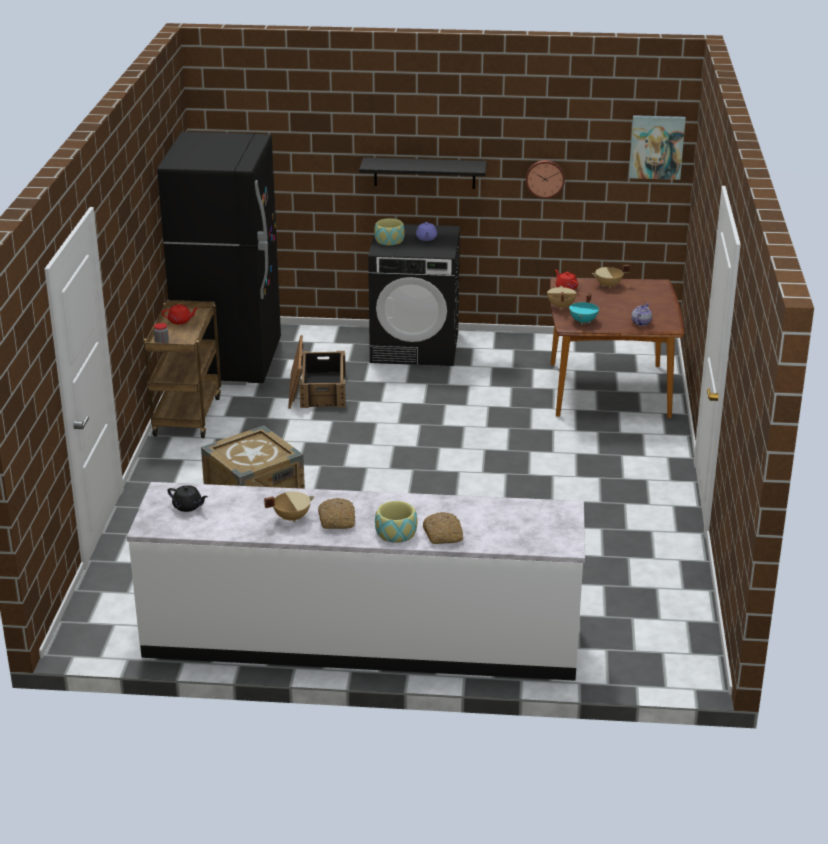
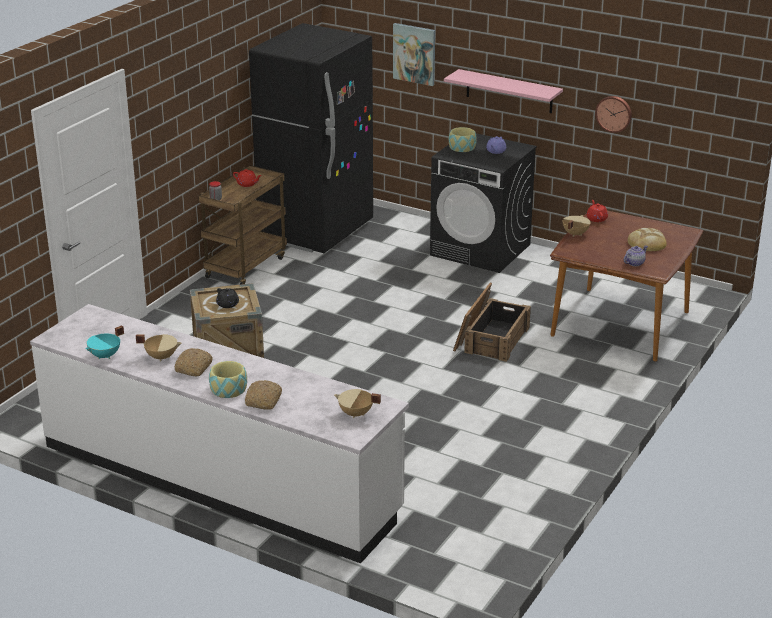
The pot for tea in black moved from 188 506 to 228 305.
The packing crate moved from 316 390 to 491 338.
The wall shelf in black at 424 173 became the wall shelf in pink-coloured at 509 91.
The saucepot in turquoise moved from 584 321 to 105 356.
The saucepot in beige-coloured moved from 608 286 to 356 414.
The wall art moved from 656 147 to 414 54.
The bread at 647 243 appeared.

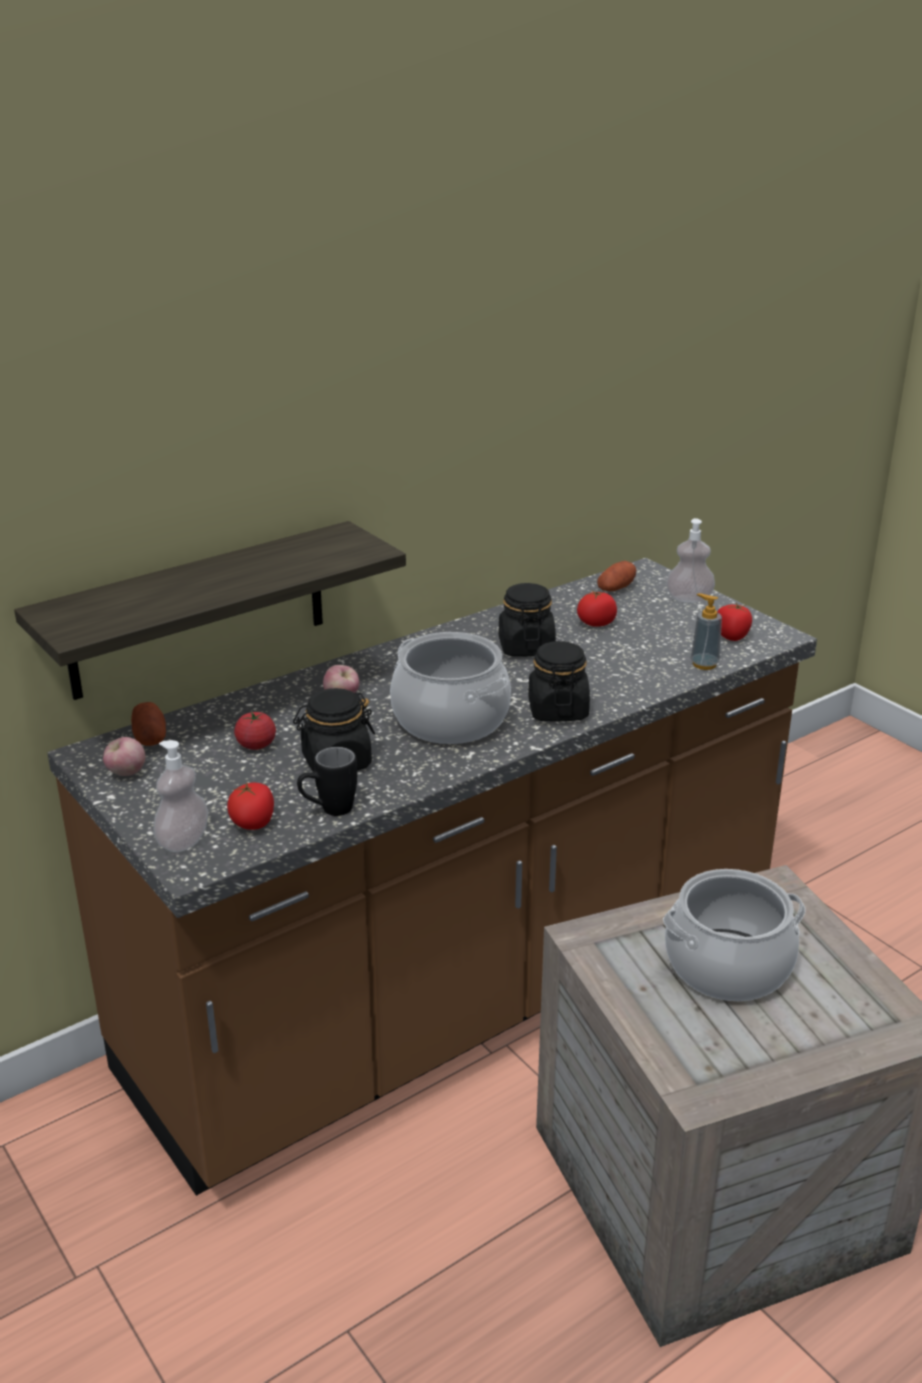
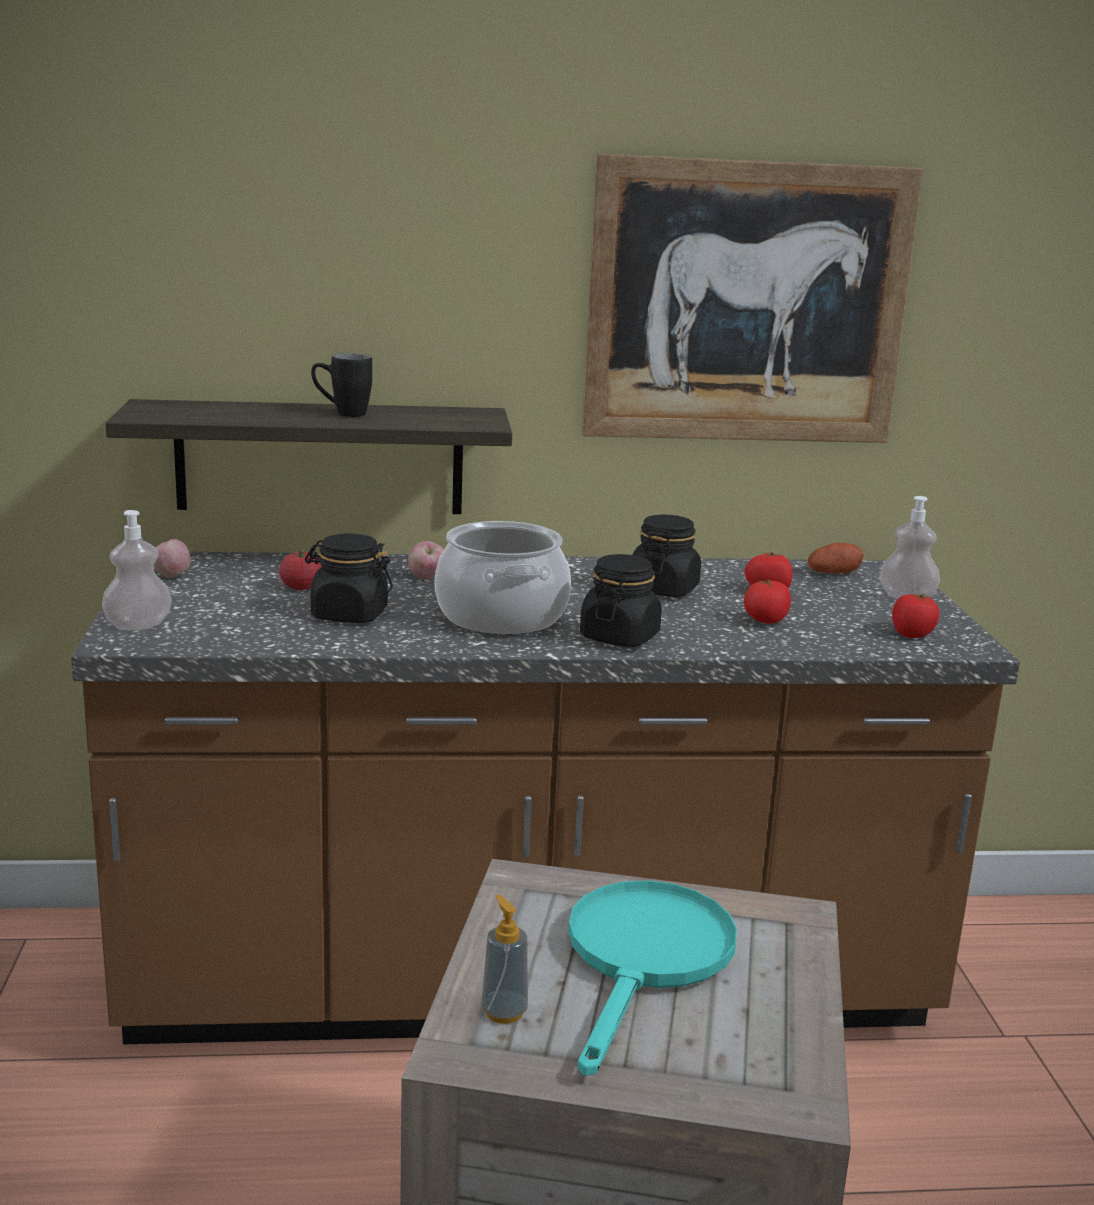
The spud at 150 737 disappeared.
The whole tomato moved from 253 823 to 765 621.
The coffee mug in black moved from 328 811 to 342 413.
The saucepot at 727 965 was replaced by the skillet in turquoise at 645 959.
The soap bottle moved from 704 664 to 504 1012.
The wall art at 746 303 appeared.

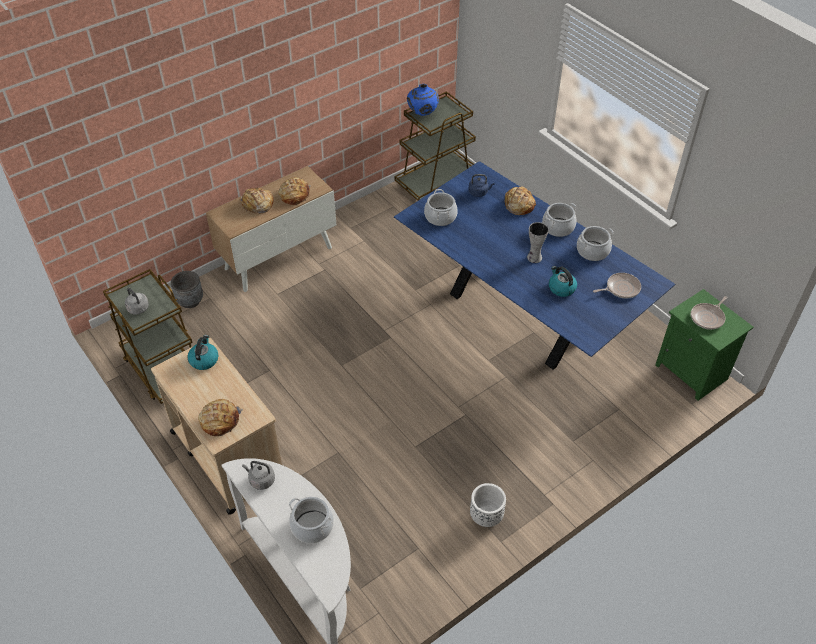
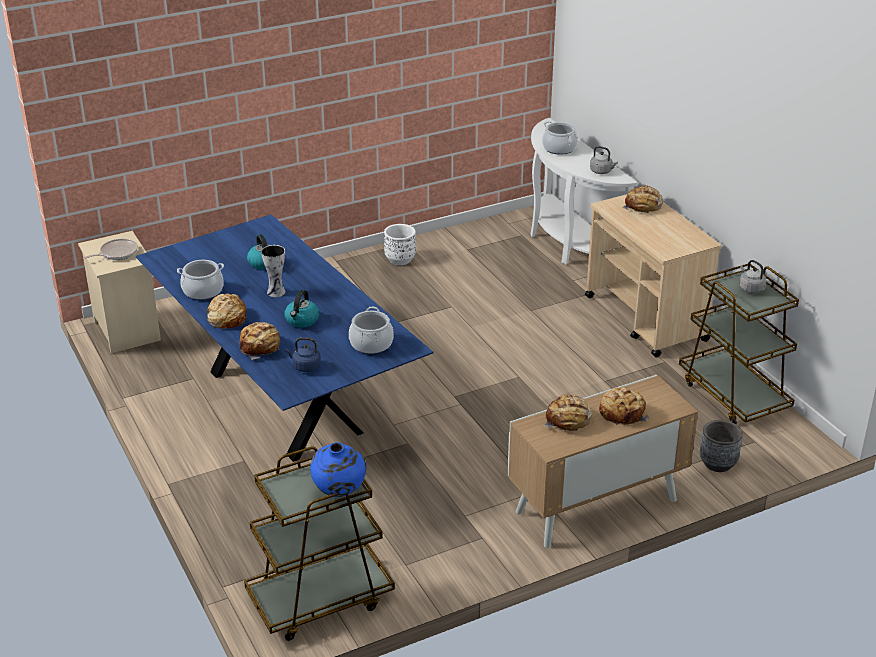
The water kettle moved from 204 360 to 302 320.
The saucepot at 558 227 was replaced by the bread at 226 318.
The skillet at 621 288 disappeared.
The night table in greenish at 692 372 became the night table in beige-coloured at 125 330.

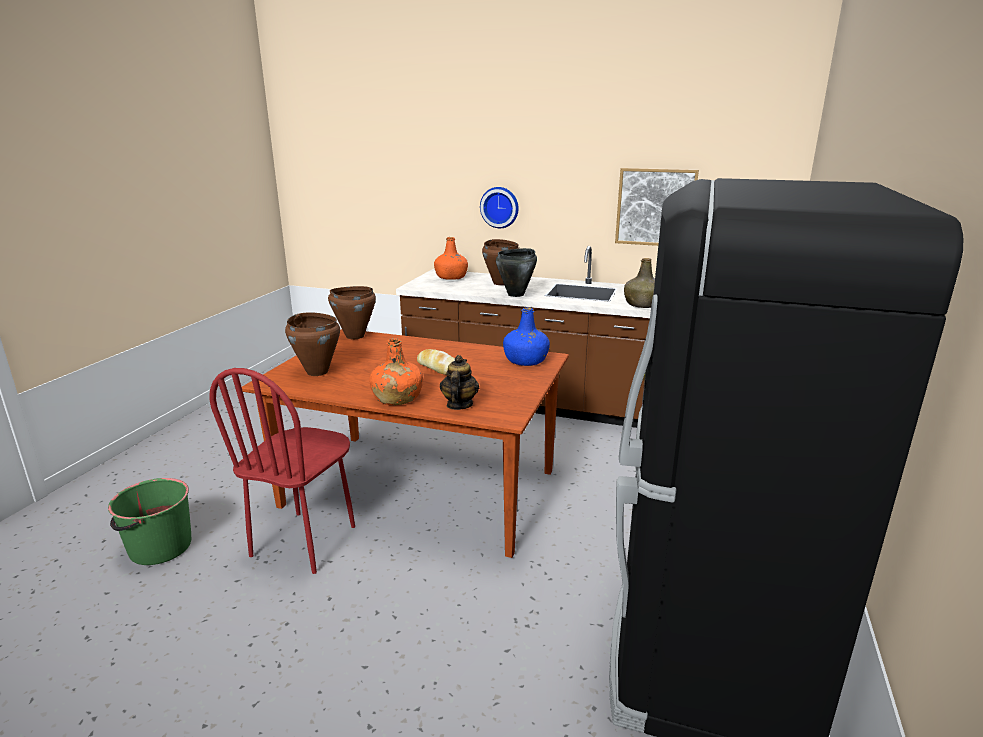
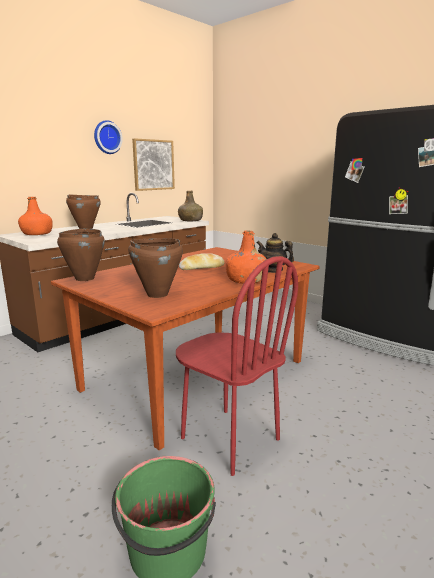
The wall clock moved from 500 207 to 106 137.
The saucepot in black at 516 294 disappeared.
The drink bottle in bluish at 526 360 disappeared.

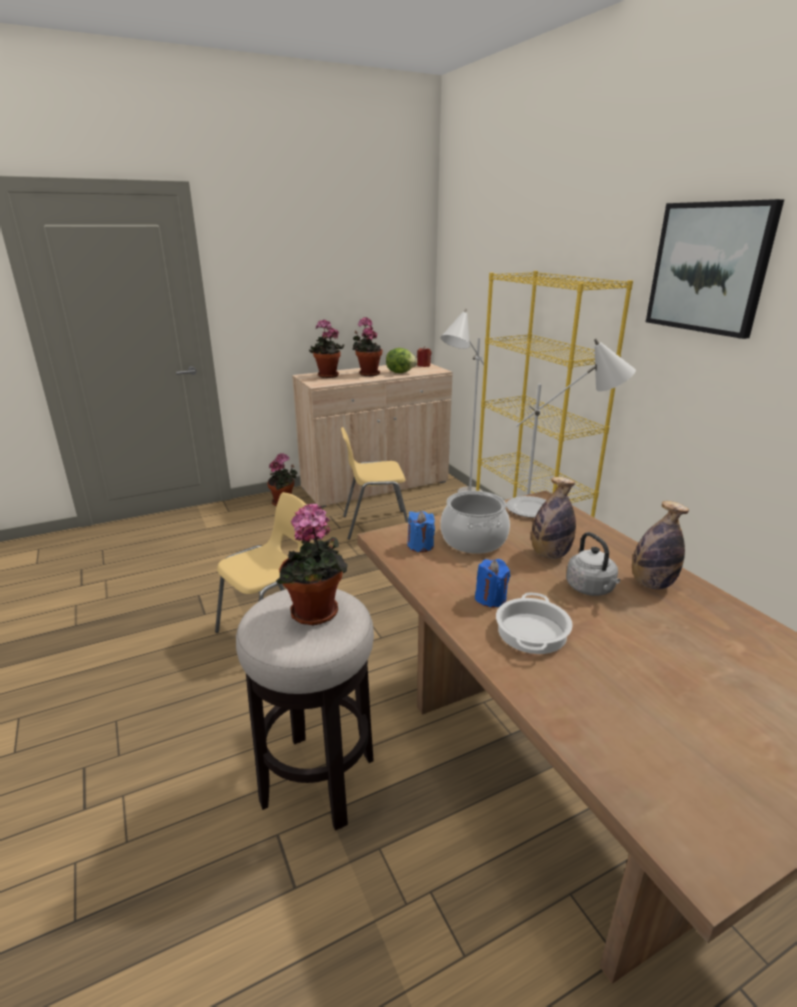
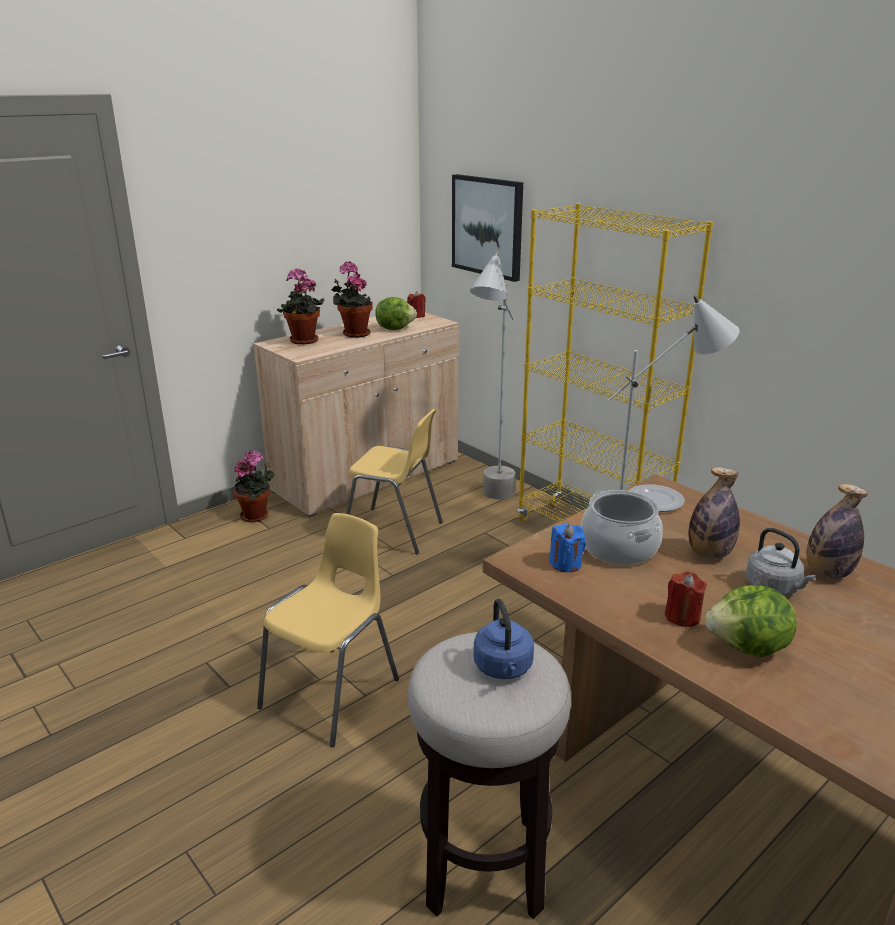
The houseplant at 316 615 was replaced by the water kettle in bluish at 503 669.
The plain chair in yellow-coloured at 375 525 turned 135 degrees counterclockwise.
The candle in bluish at 490 598 became the candle in red at 682 616.
The saucepot at 532 632 was replaced by the lettuce head at 748 648.
The wall art moved from 709 268 to 488 226.

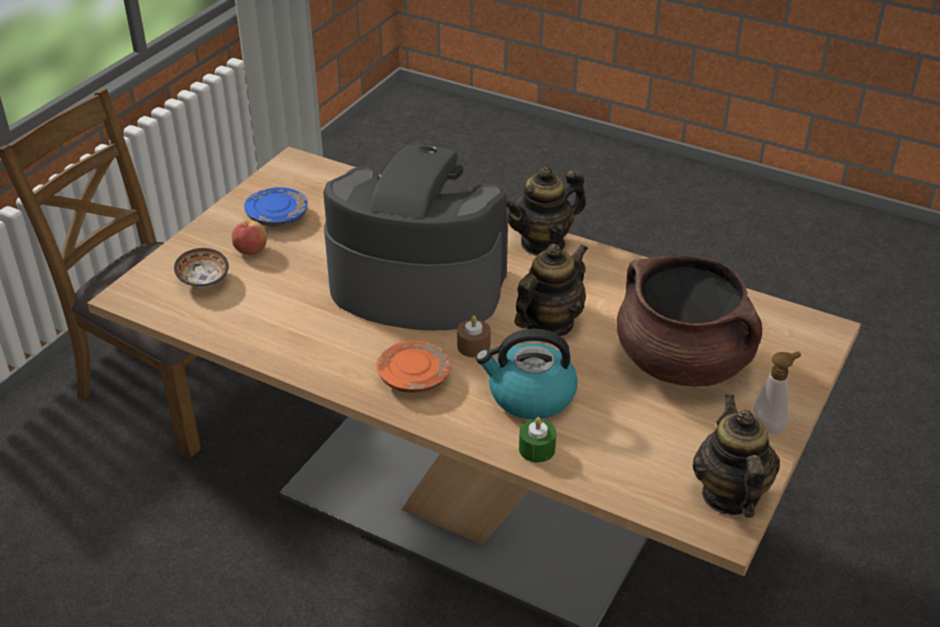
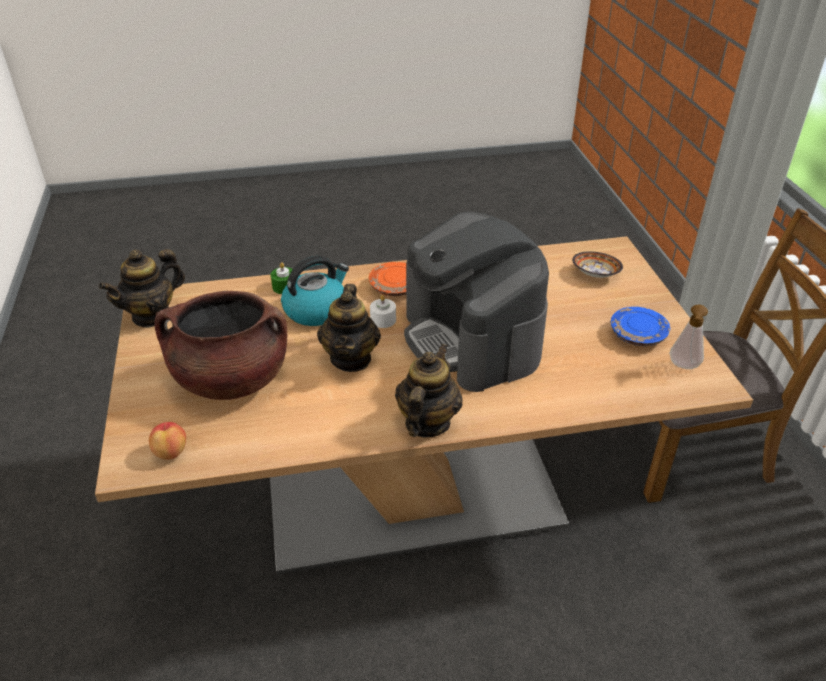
The whole apple moved from 251 251 to 171 452.
The coffee machine at 416 284 turned 90 degrees clockwise.
The candle in brown at 473 346 became the candle in white at 383 320.
The pot for tea at 729 495 turned 90 degrees clockwise.
The soap bottle moved from 770 425 to 683 366.

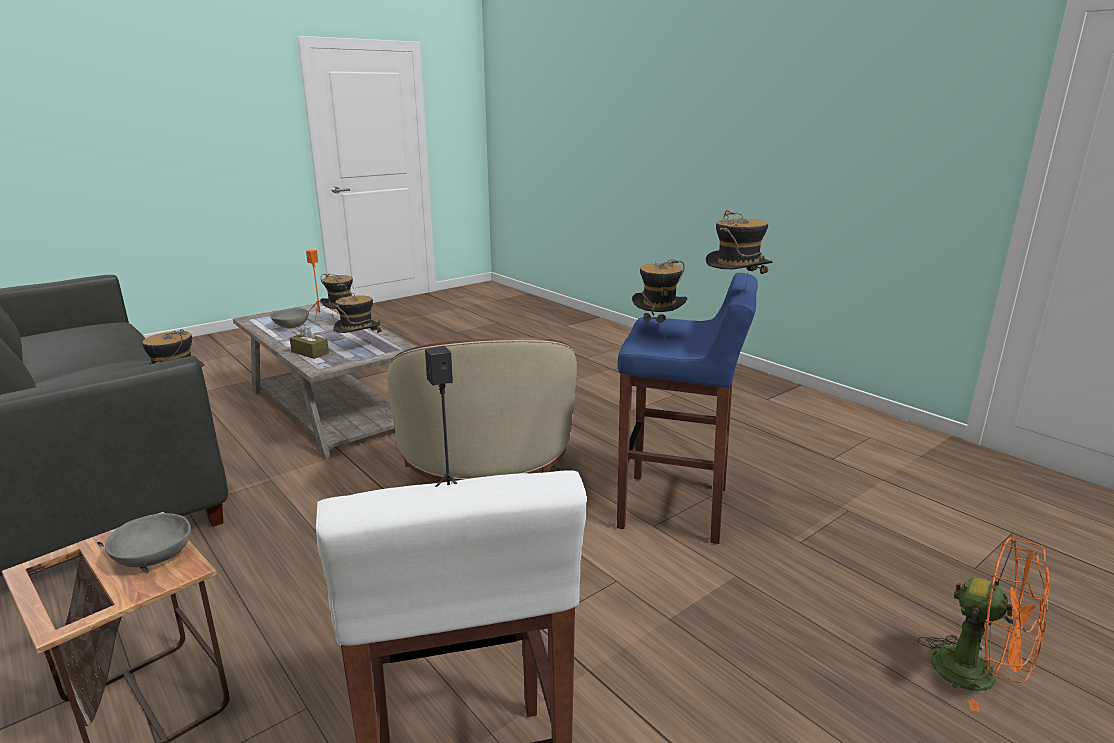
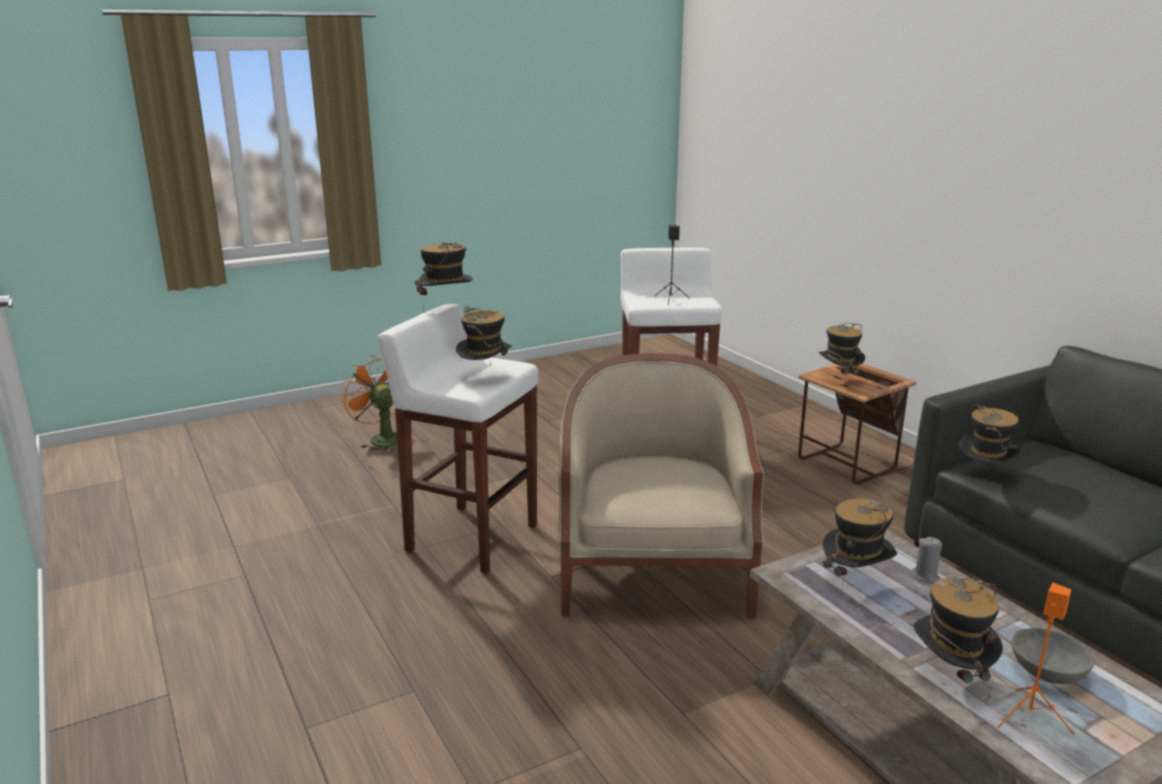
The deep dish in greyish at 153 557 was replaced by the clothing hat at 839 380.
The box of tissues in brown at 310 352 was replaced by the candle in greyish at 925 576.
The sitting stool in bluish at 676 508 became the sitting stool in white at 470 538.

